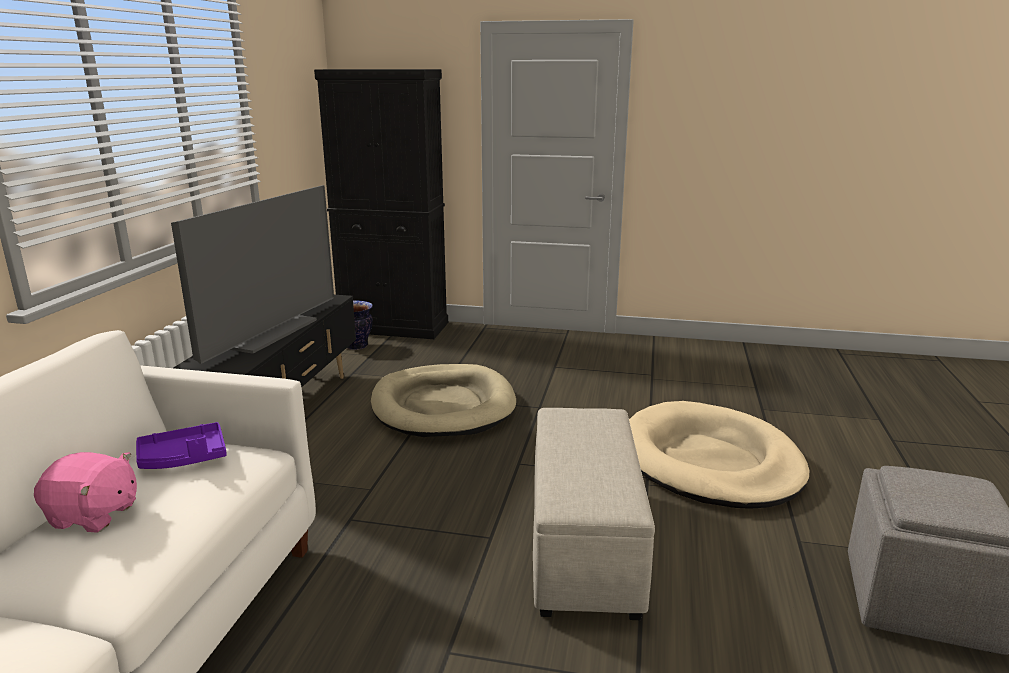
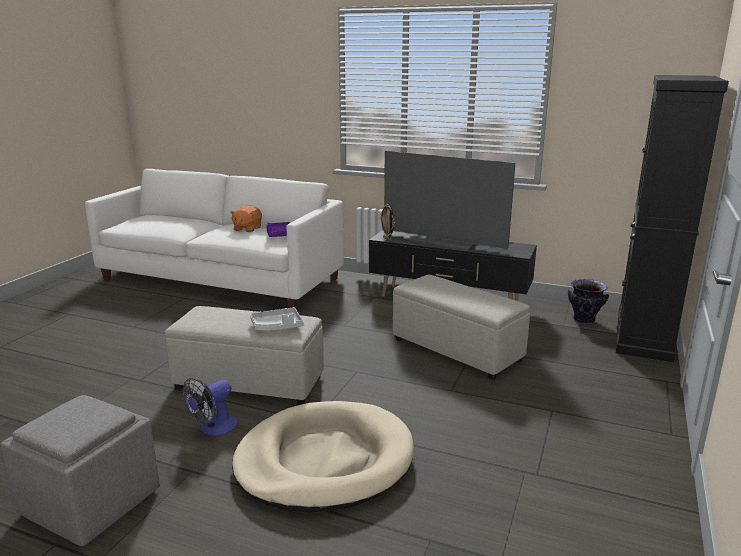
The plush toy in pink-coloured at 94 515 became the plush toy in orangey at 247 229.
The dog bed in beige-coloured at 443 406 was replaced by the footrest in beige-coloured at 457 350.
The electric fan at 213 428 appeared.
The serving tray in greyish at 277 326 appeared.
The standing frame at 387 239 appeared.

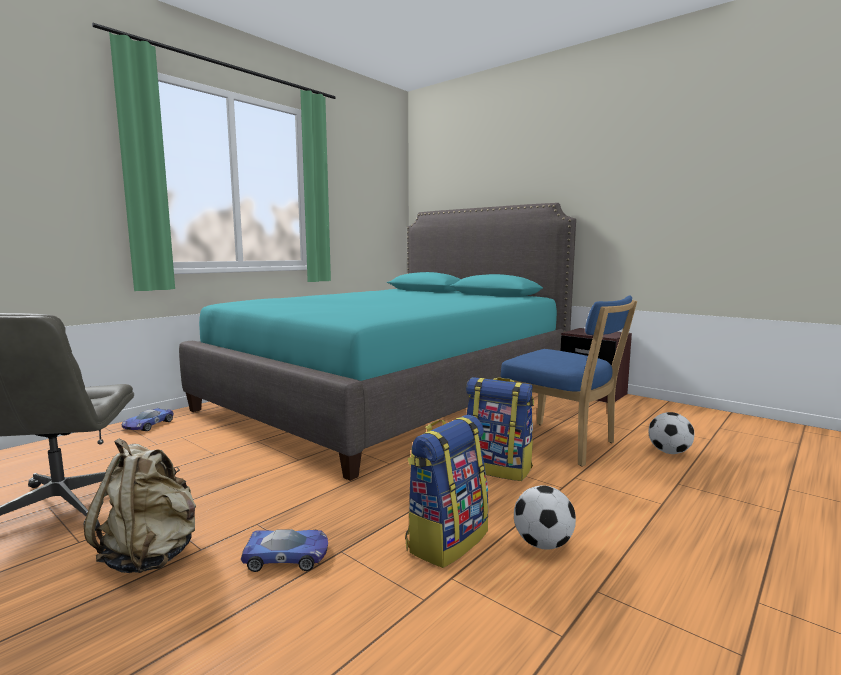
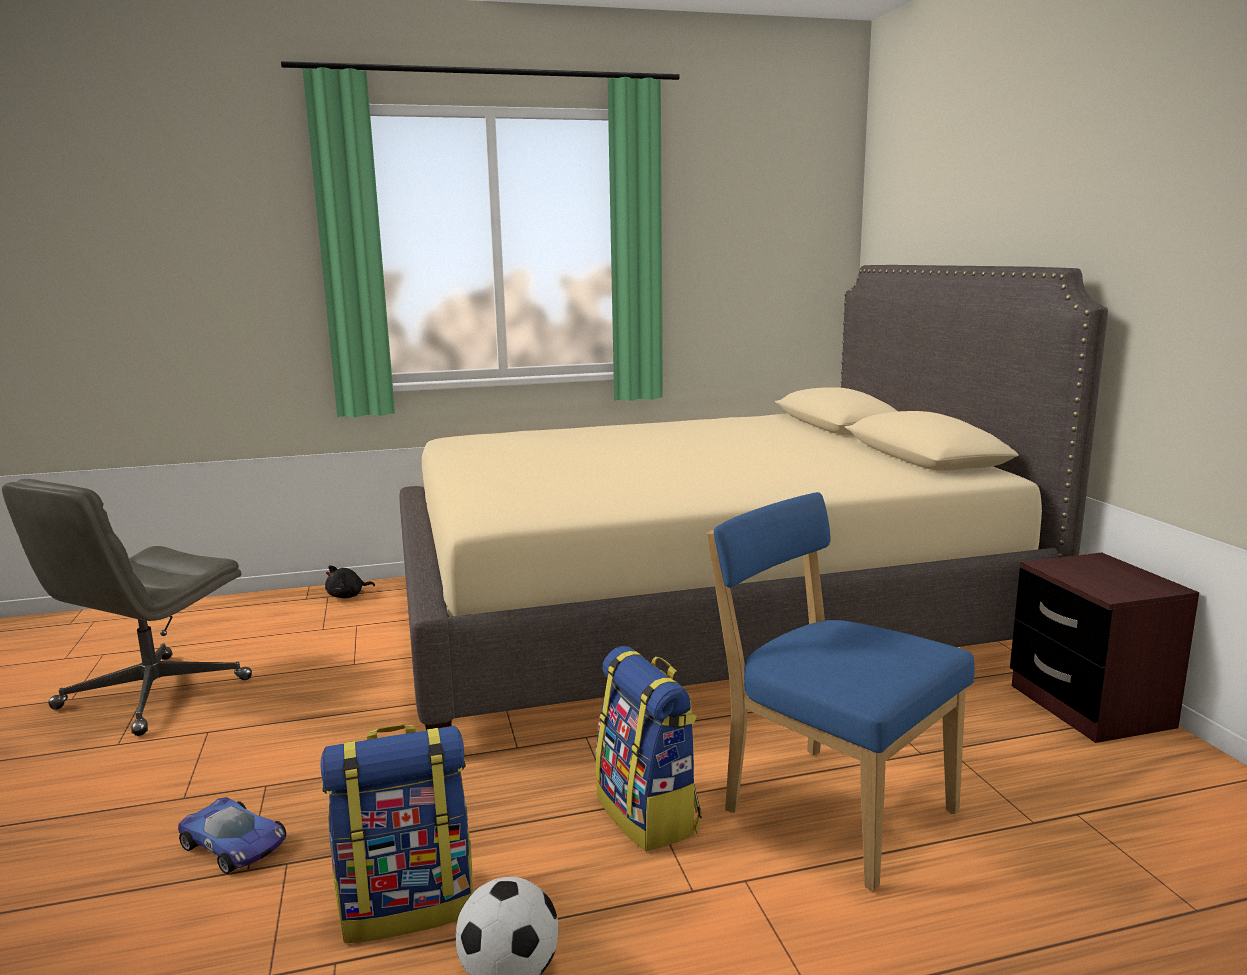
The backpack in beige-coloured at 151 555 disappeared.
The miniature car at 147 425 was replaced by the plush toy in black at 348 596.
The bedroom bed in turquoise at 394 396 became the bedroom bed in beige-coloured at 697 619.
The plain chair in bluish at 563 445 turned 150 degrees clockwise.
The football at 669 452 disappeared.

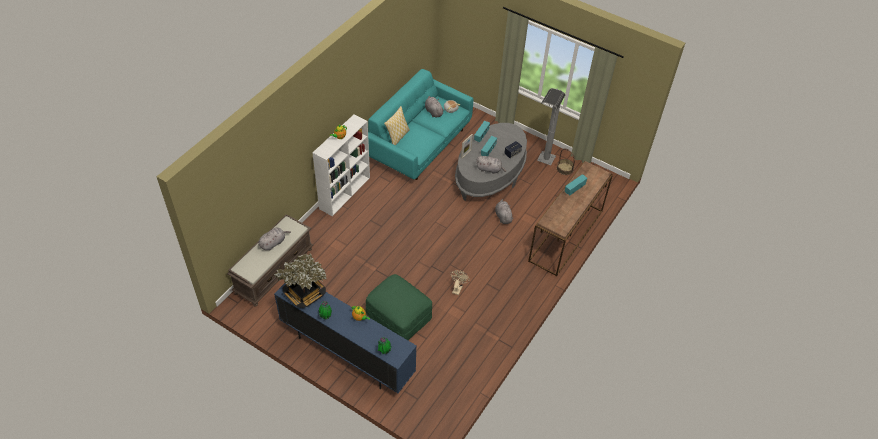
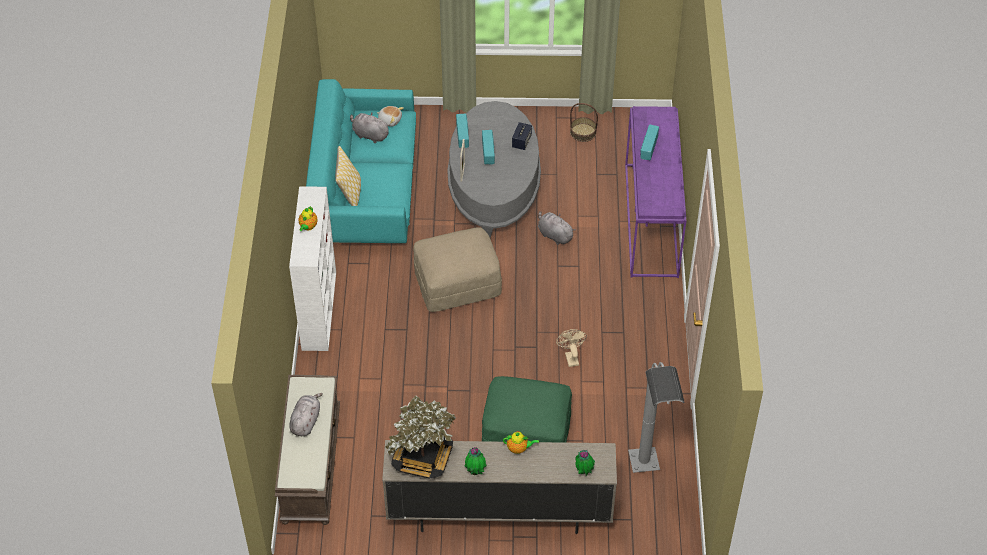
The tv stand in bluish at 346 353 became the tv stand in beige-coloured at 498 515.
The plush toy in greyish at 490 169 disappeared.
The narrow table in brown at 566 236 became the narrow table in purple-coloured at 652 221.
The standing lamp in greyish moved from 542 166 to 648 478.
The footrest in beige-coloured at 457 283 appeared.

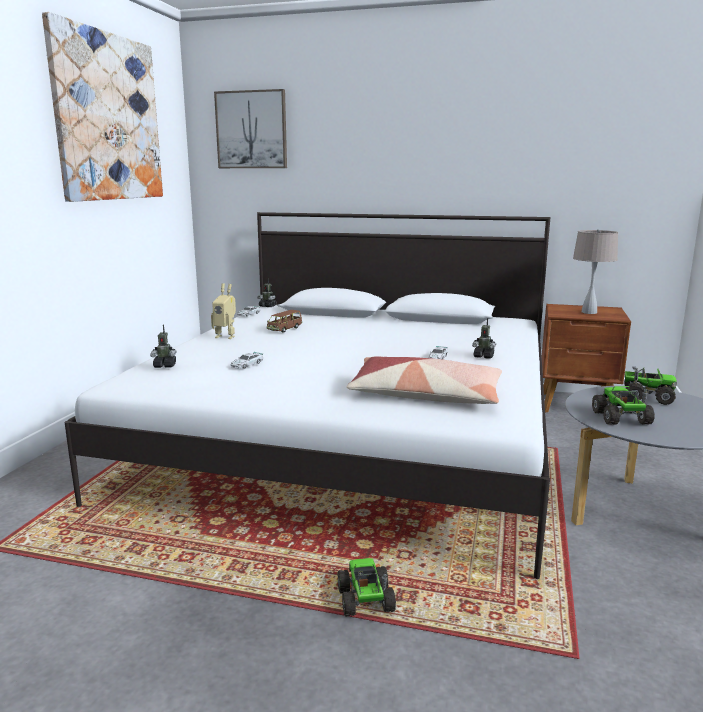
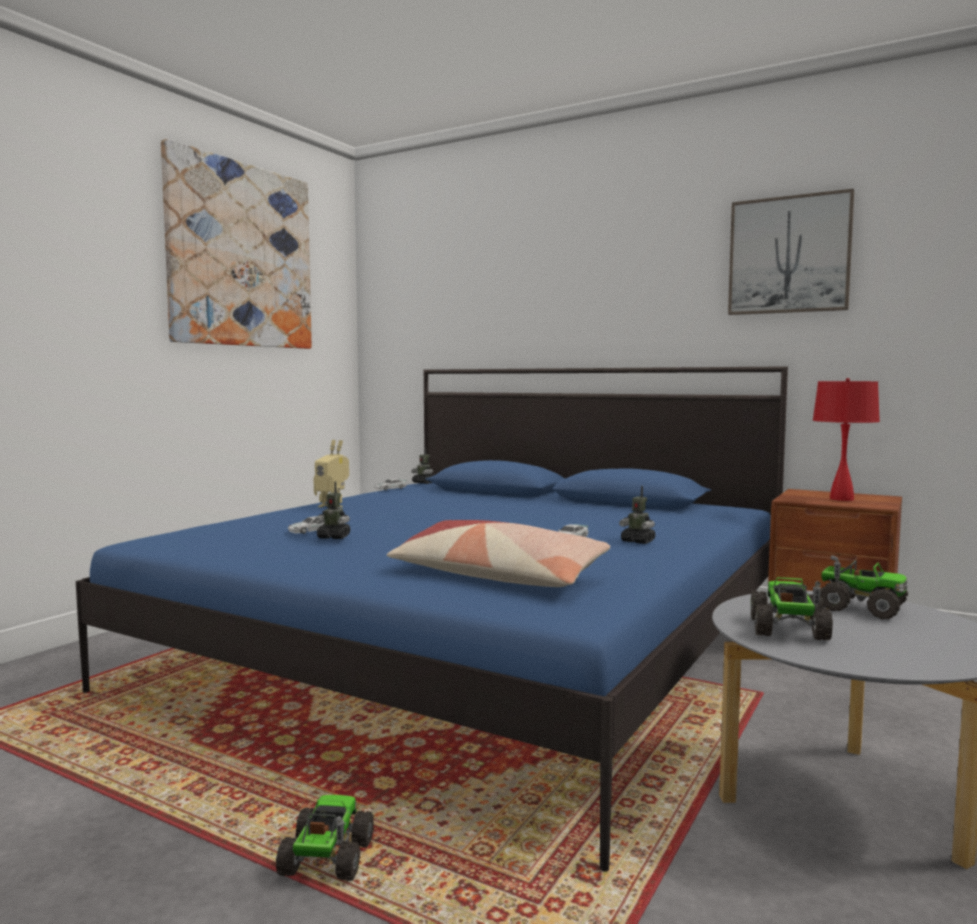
The bedroom bed in white at 354 437 became the bedroom bed in bluish at 477 651.
The model robot moved from 165 366 to 333 537.
The wall art moved from 251 130 to 789 255.
The miniature car in brown at 284 329 disappeared.
The table lamp in beige-coloured at 589 312 became the table lamp in red at 842 499.

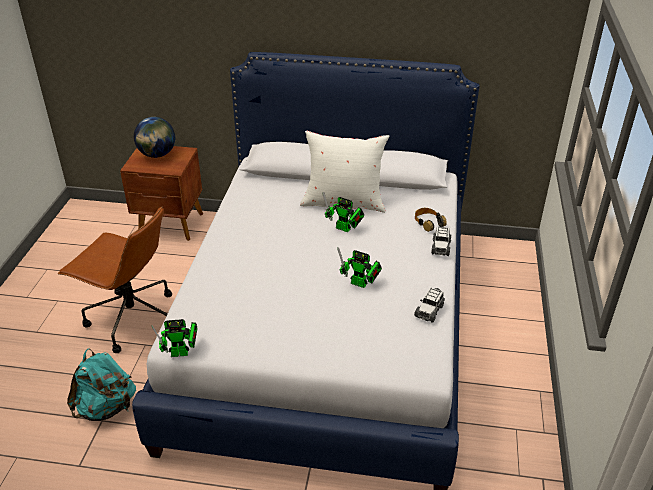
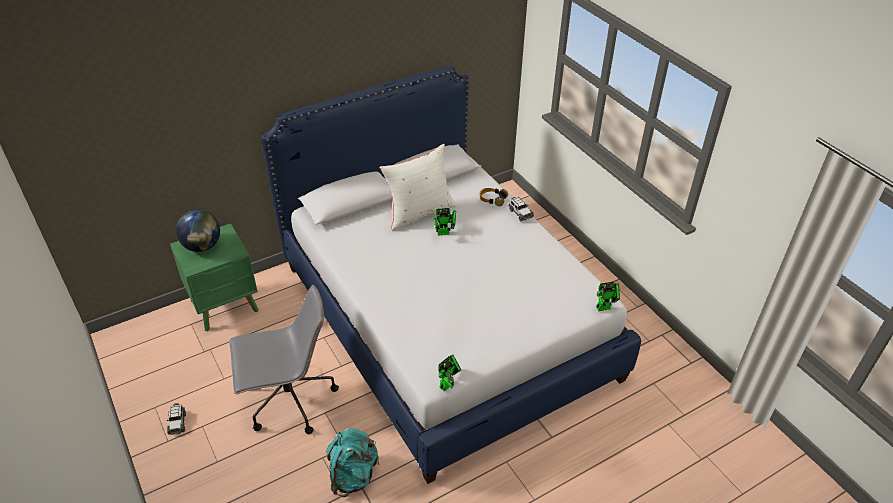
The desk chair in brown at 131 319 became the desk chair in greyish at 289 401.
The night table in brown at 171 225 became the night table in greenish at 226 306.
The model robot moved from 361 284 to 605 307.
The miniature car moved from 429 310 to 177 423.

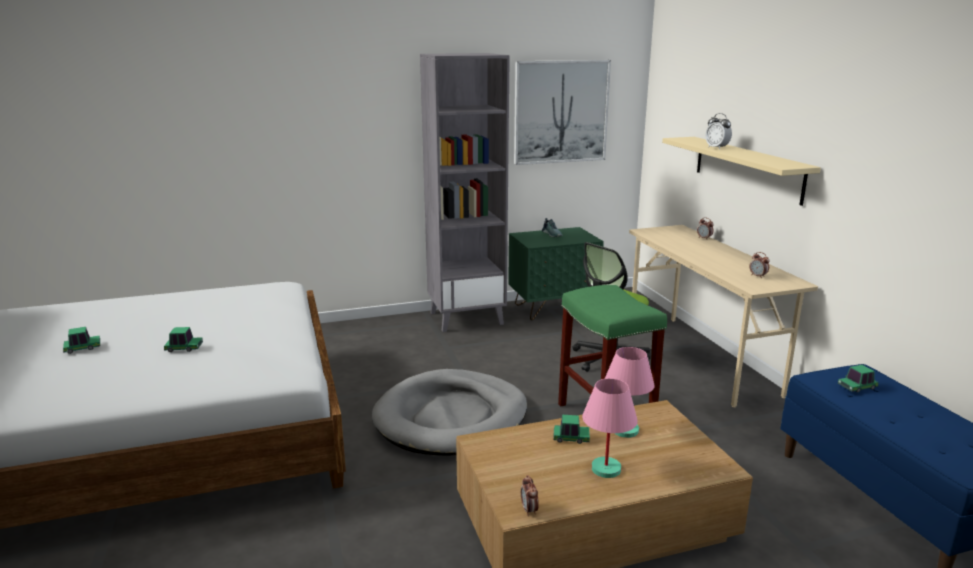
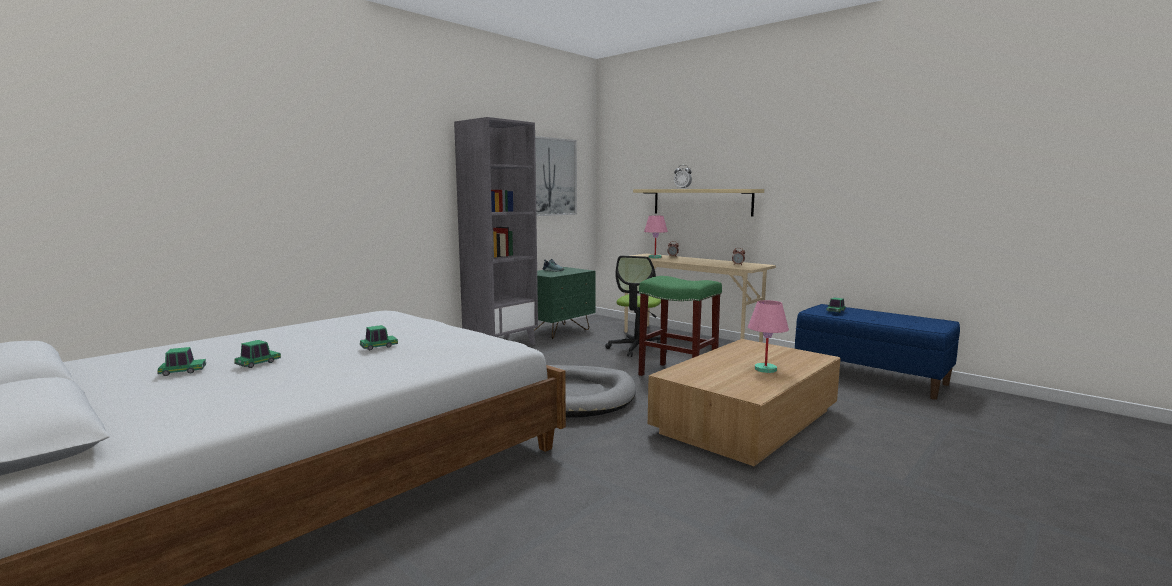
The table clock at 529 510 disappeared.
The miniature car moved from 571 438 to 182 371.
The table lamp in pink-coloured moved from 625 430 to 655 257.

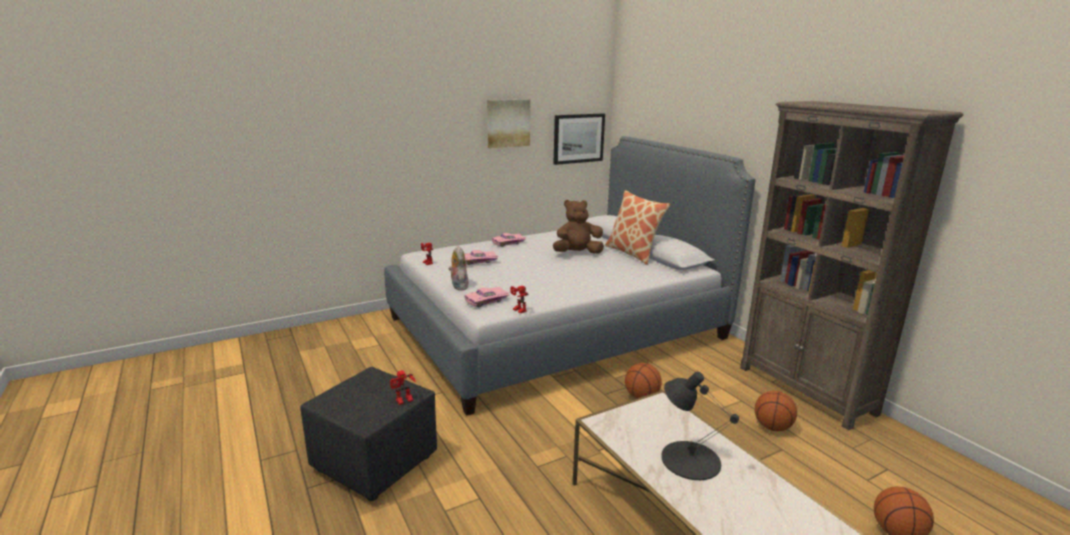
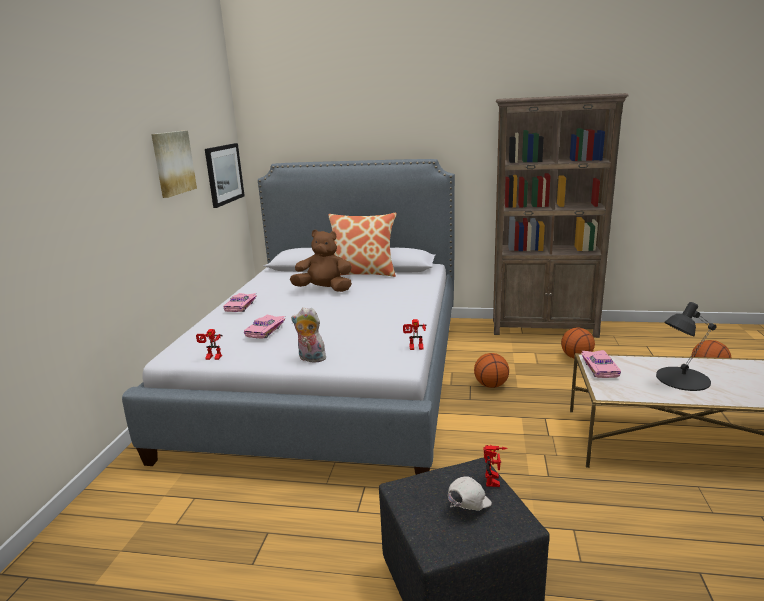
The miniature car in pink-coloured moved from 487 301 to 601 368.
The plush toy in brown at 577 253 turned 75 degrees clockwise.
The cap in white at 467 507 appeared.

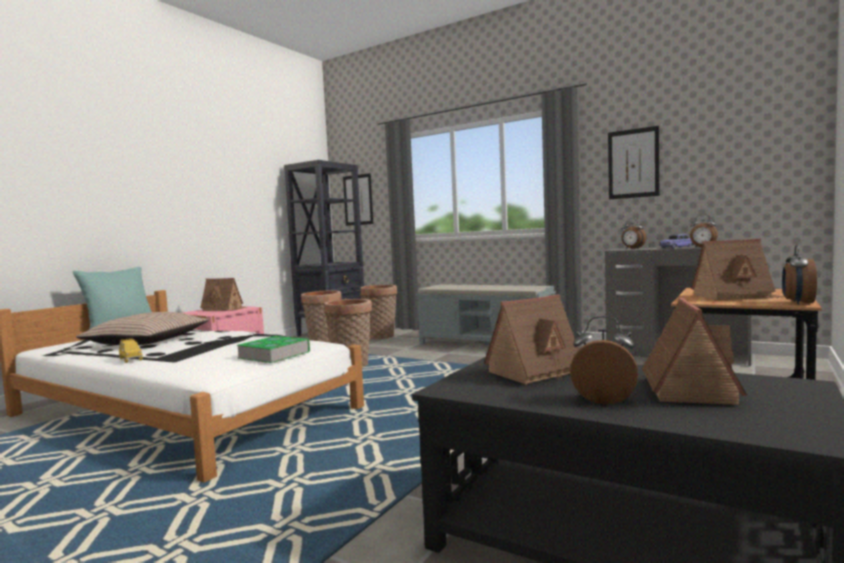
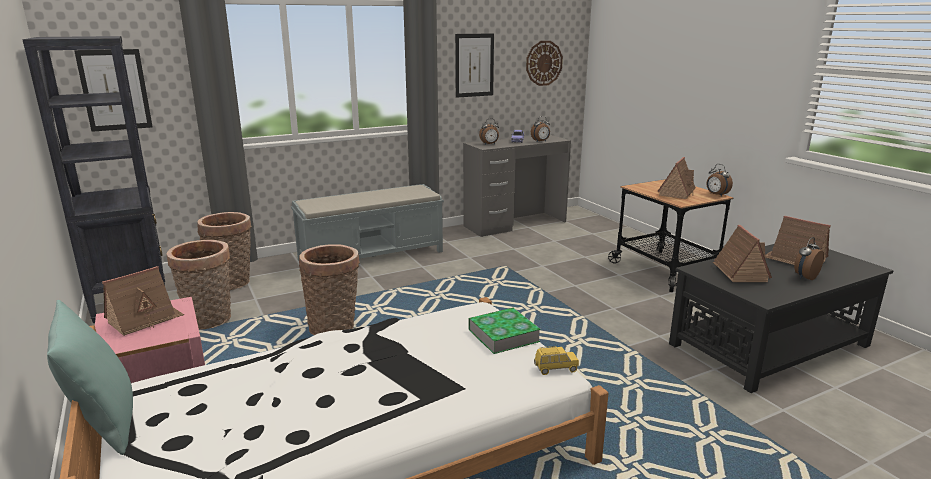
The throw pillow at 147 341 disappeared.
The miniature car in yellow-coloured moved from 130 359 to 555 369.
The wall clock at 544 63 appeared.

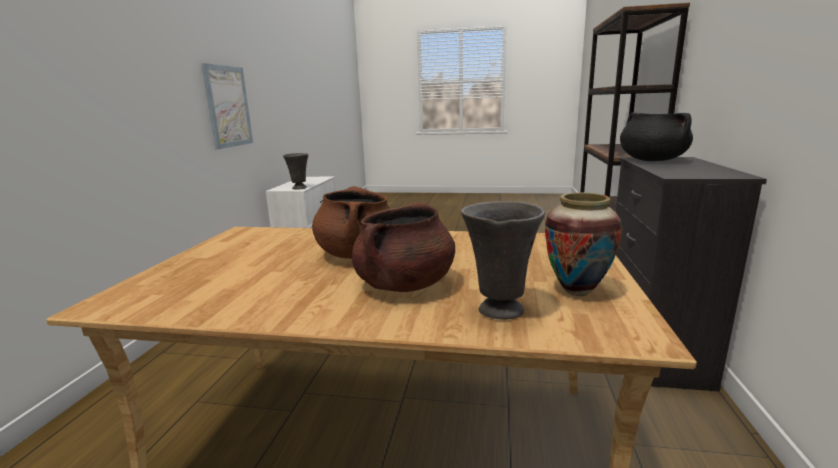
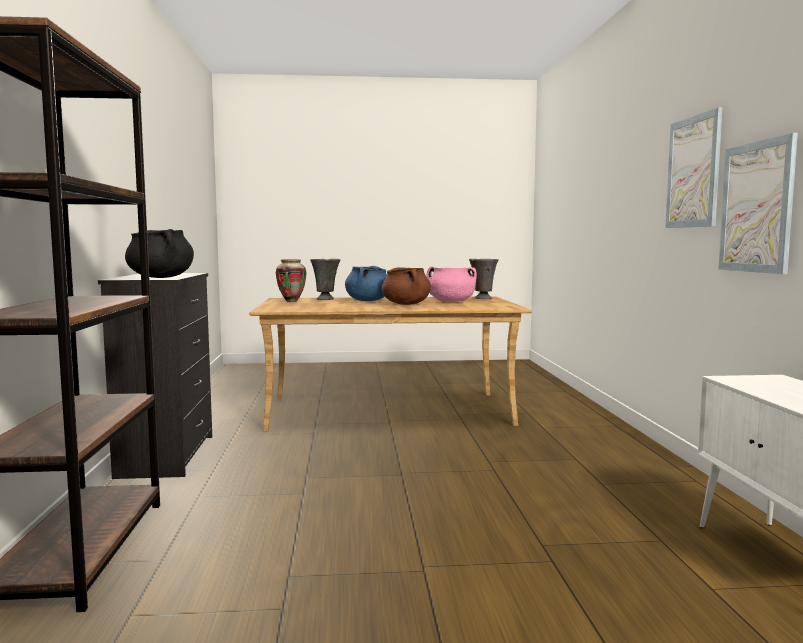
The flower vase in greyish moved from 299 188 to 482 298.
The saucepot in brown at 404 285 became the saucepot in bluish at 368 301.
The saucepot in pink-coloured at 451 301 appeared.
The wall art at 693 172 appeared.

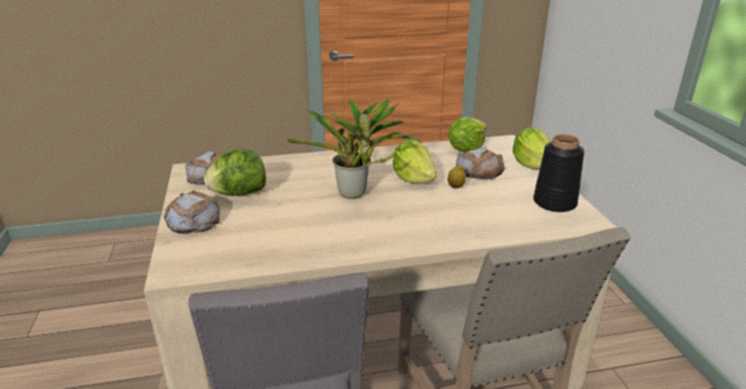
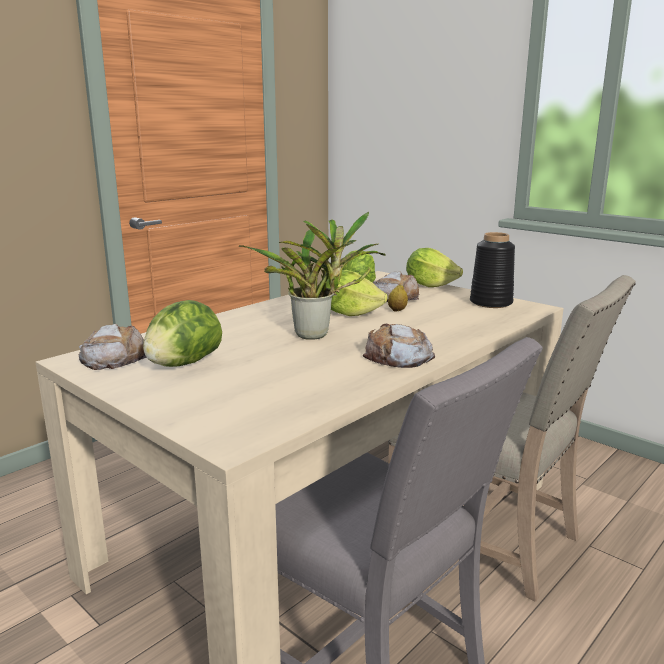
The bread moved from 193 219 to 398 356.

